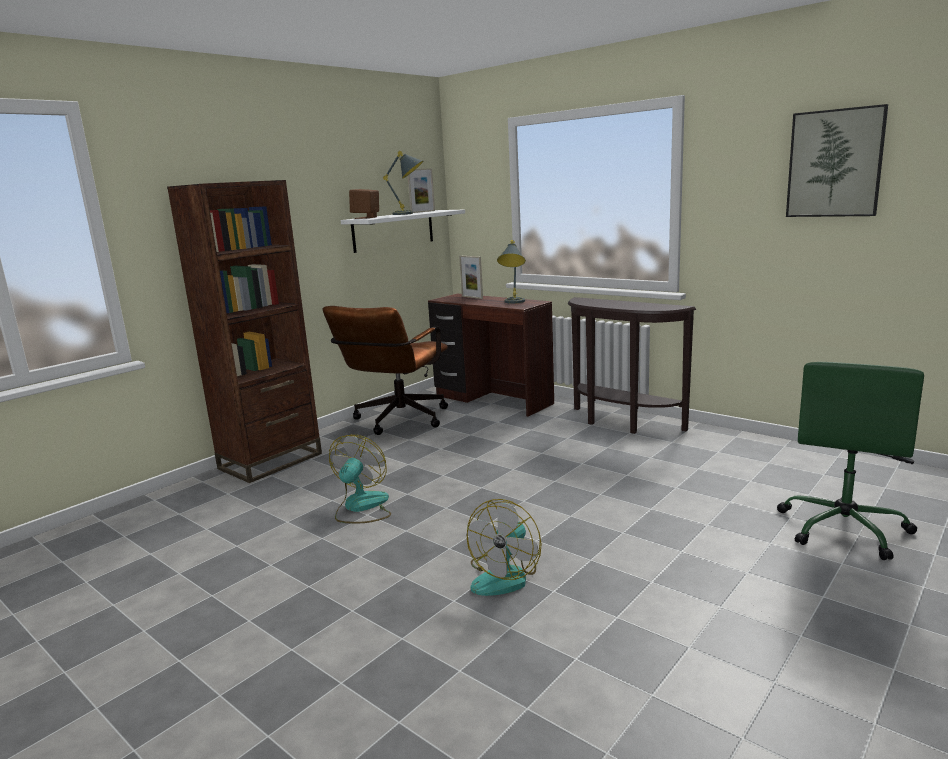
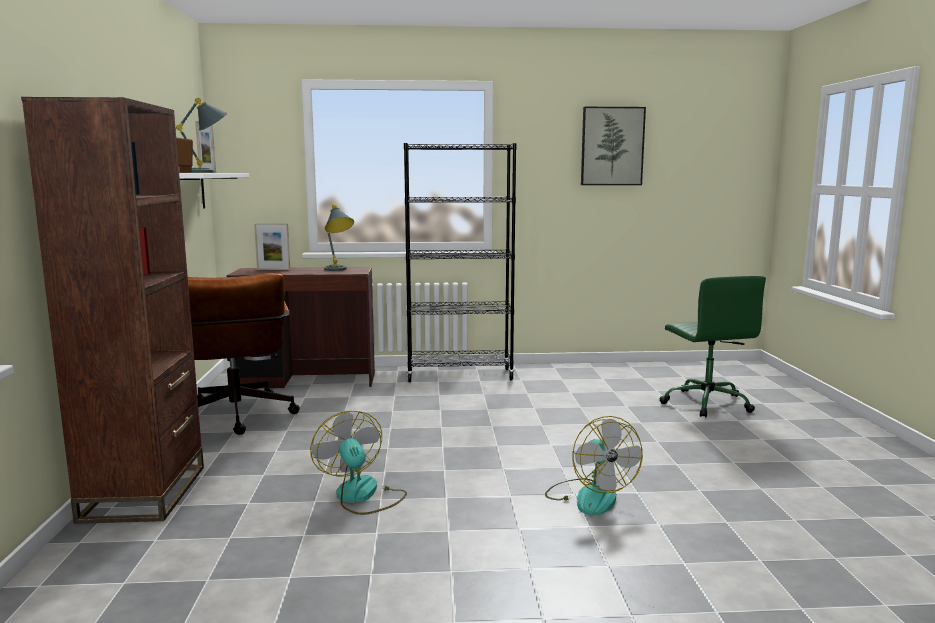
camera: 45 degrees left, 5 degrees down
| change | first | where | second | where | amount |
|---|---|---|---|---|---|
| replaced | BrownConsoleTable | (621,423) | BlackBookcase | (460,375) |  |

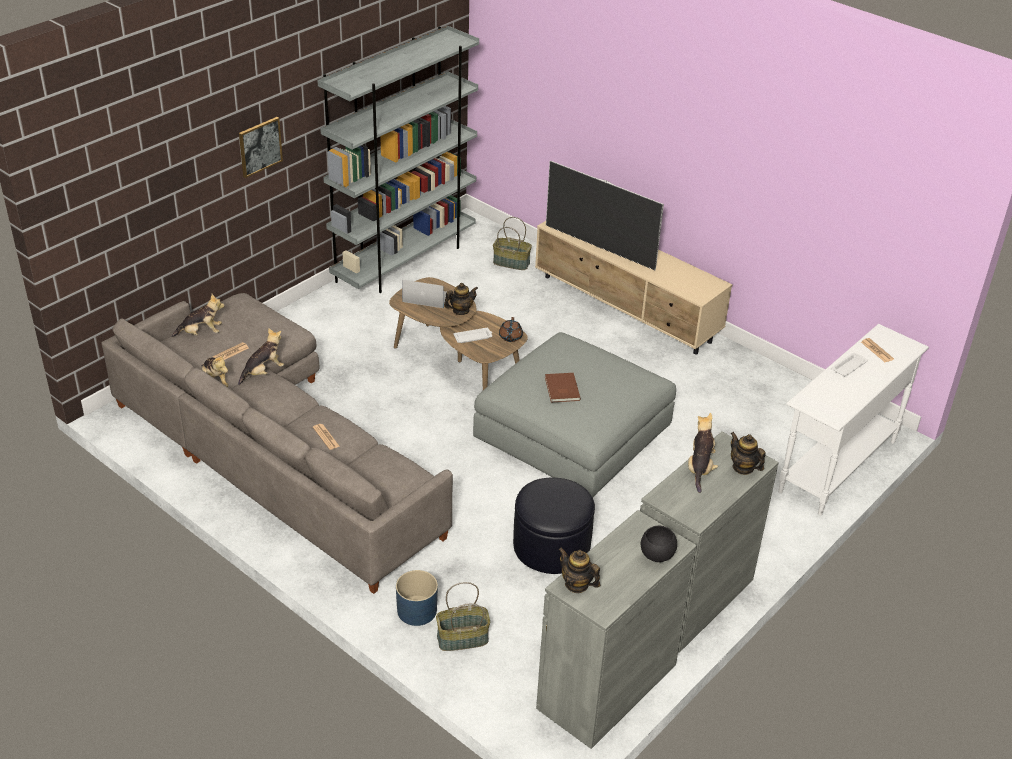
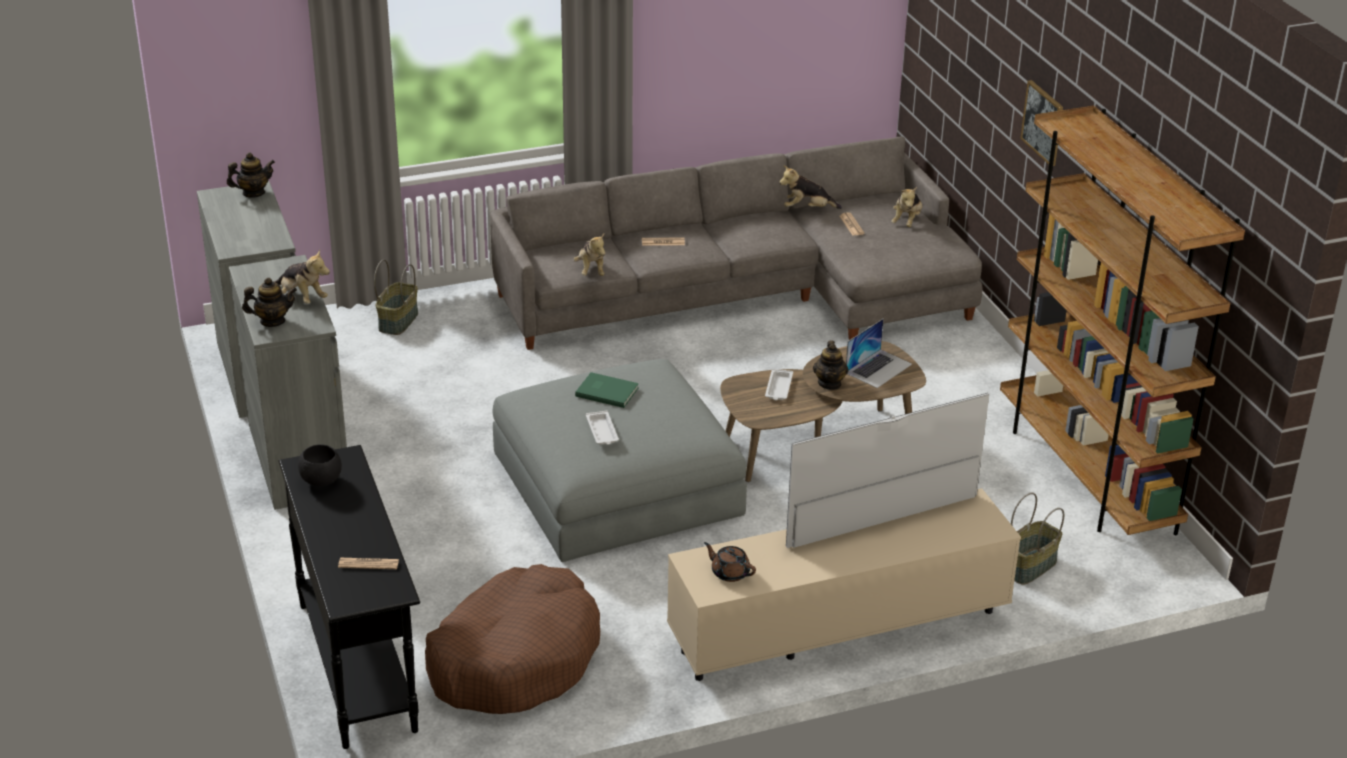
camera: 120 degrees right, 5 degrees down
| change | first | where | second | where | amount |
|---|---|---|---|---|---|
| moved | PlushToy | (263,372) |  | (591,270) |  |
| recoloured | GreyBookcase | (404,261) | BrownBookcase | (1086,474) |  |
| removed | BluePlanter | (416,610) |  |  |  |
| moved | BrownTeapot | (510,337) |  | (729,572) |  |
| removed | BlackOttoman | (551,546) |  |  |  |
| recoloured | BrownBook | (561,389) | GreenBook | (606,391) |  |
| moved | BlackBowl | (656,555) |  | (321,480) |  |
| recoloured | WhiteConsoleTable | (837,466) | BlackConsoleTable | (357,666) |  |
| moved | WhiteTray | (849,366) |  | (602,432) |  |
| added |  |  | BrownDogBed | (515,659) |  |

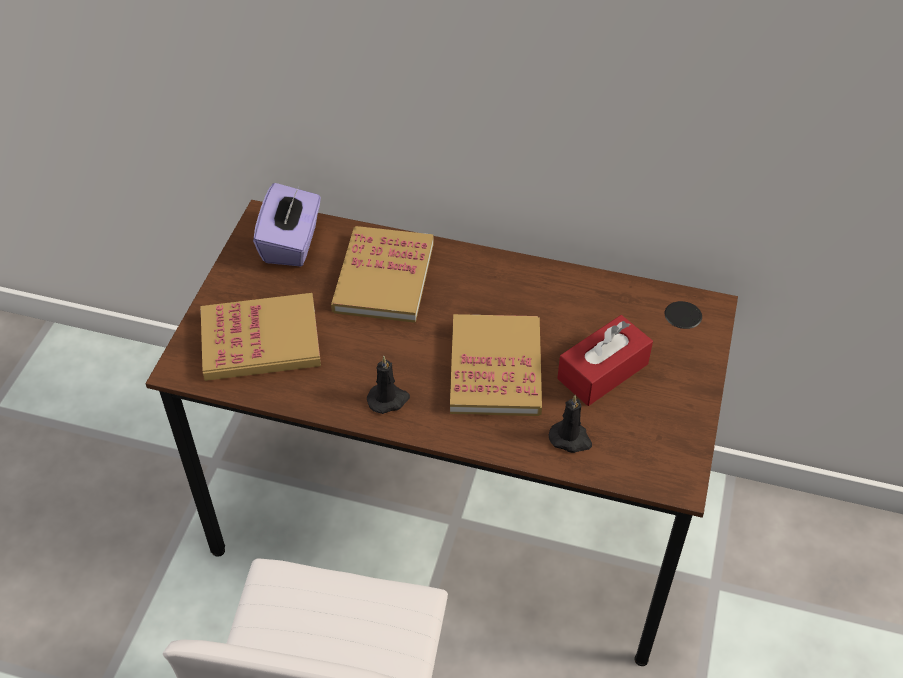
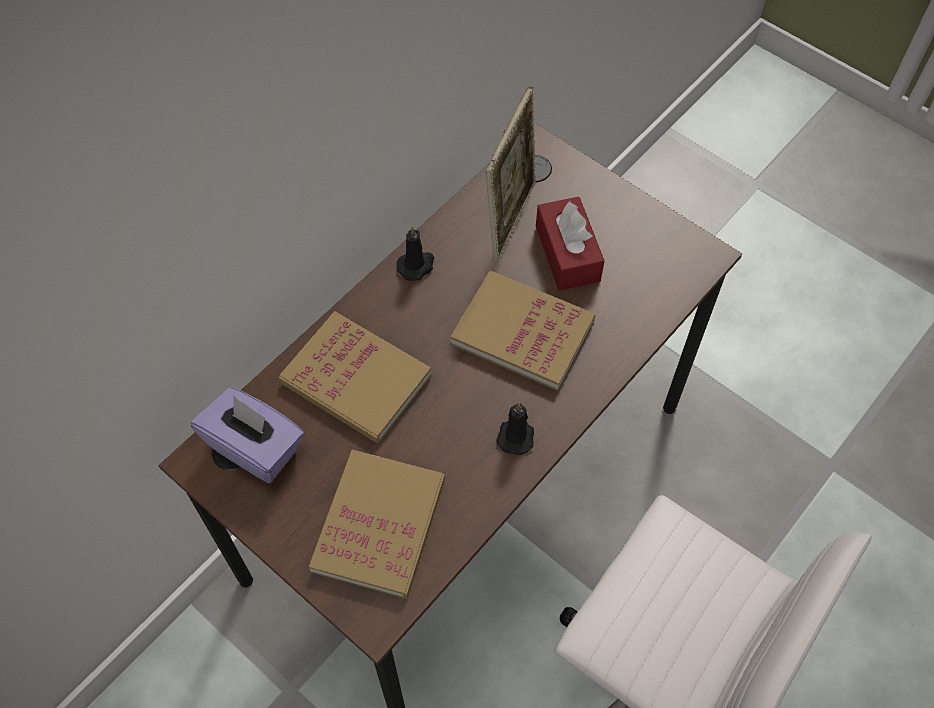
camera: 65 degrees left, 10 degrees up
| change | first | where | second | where | amount |
|---|---|---|---|---|---|
| moved | BlackCandle | (571,439) |  | (416,265) |  |
| added |  |  | PictureFrame | (510,218) |  |

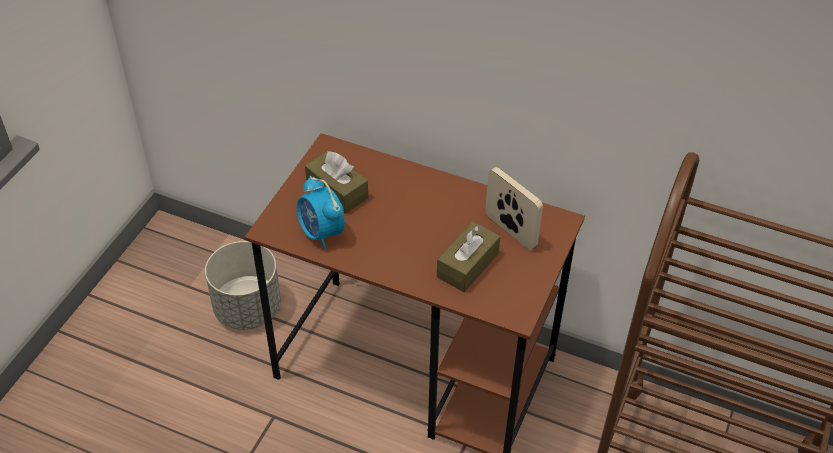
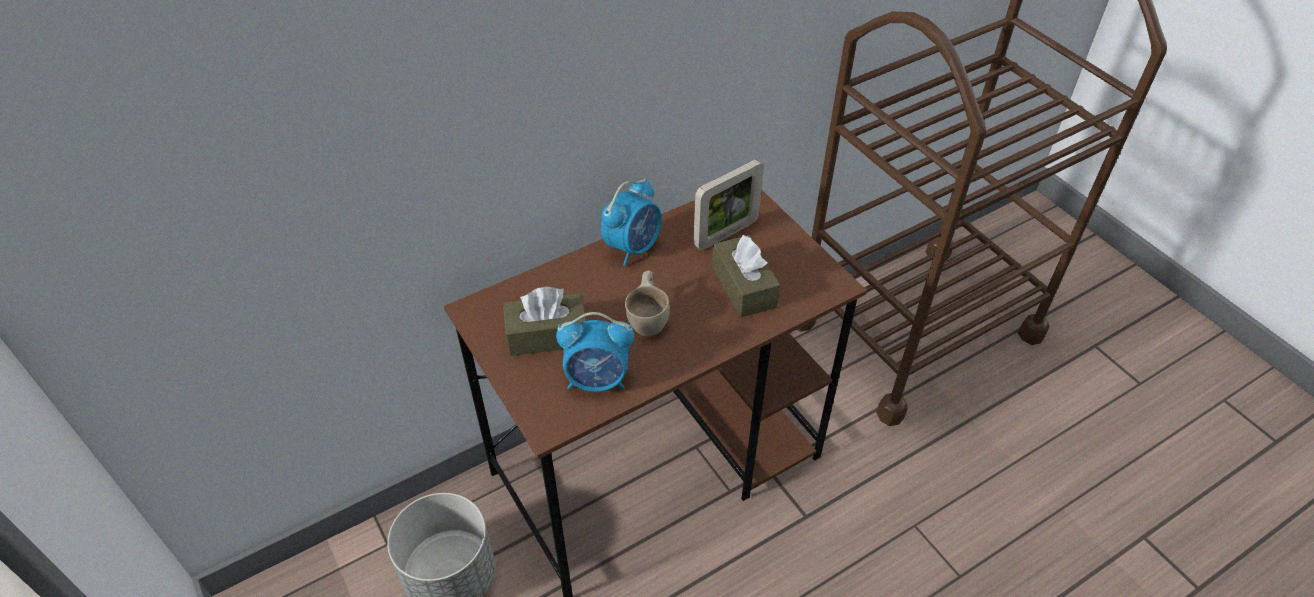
camera: 55 degrees left, 0 degrees up
| change | first | where | second | where | amount |
|---|---|---|---|---|---|
| turned | PictureFrame | (510,231) |  | (726,234) | 150 degrees clockwise |
| added |  |  | AlarmClock | (633,247) |  |
| added |  |  | BeigeCup | (649,317) |  |

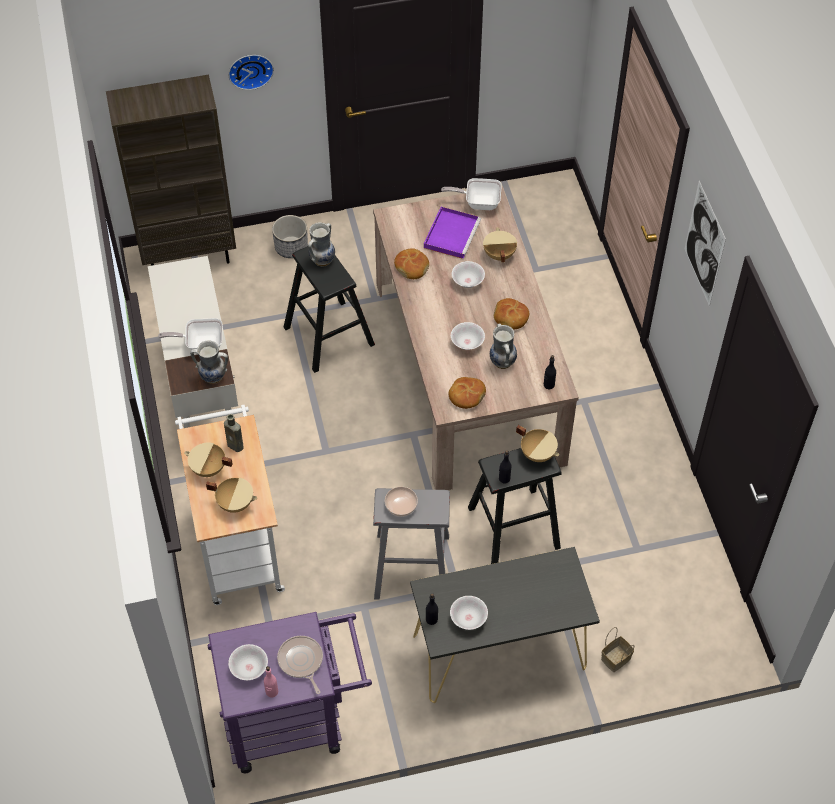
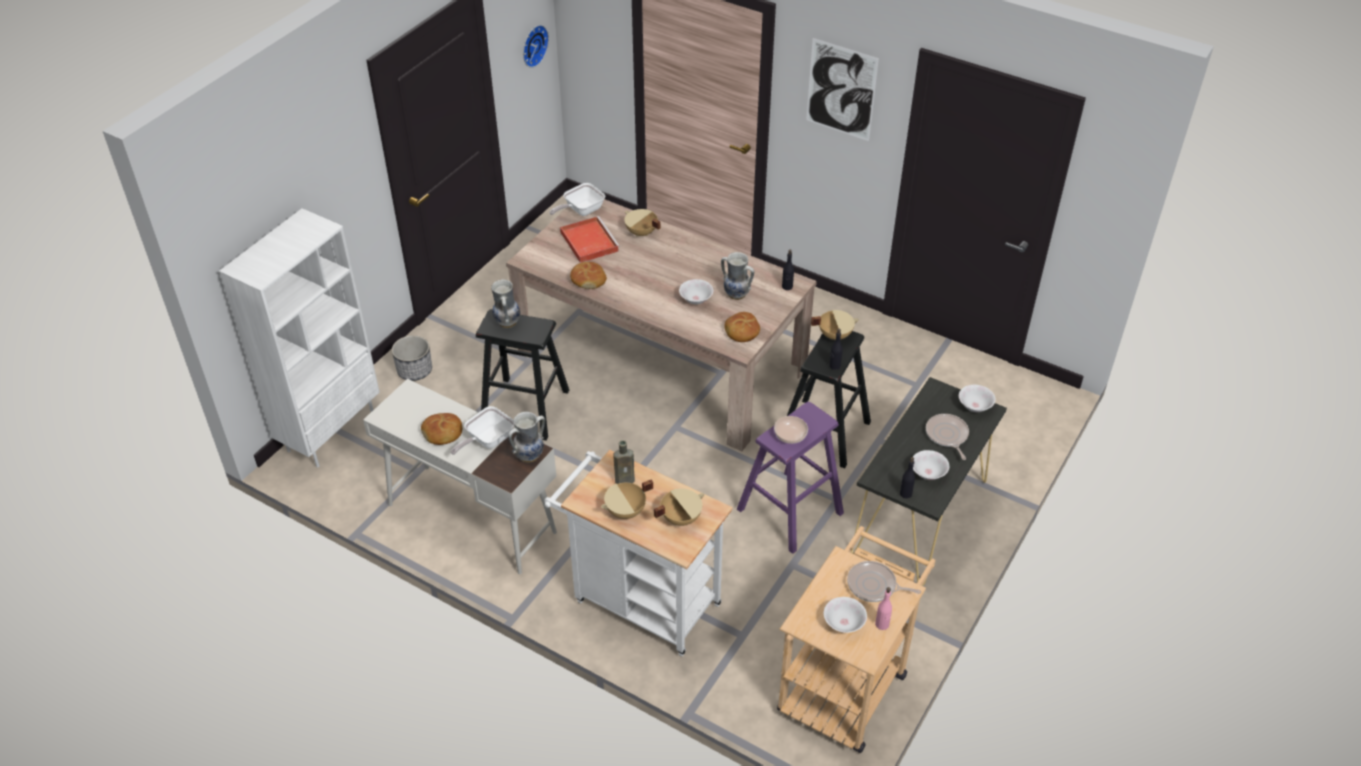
camera: 45 degrees left, 10 degrees down
| change | first | where | second | where | amount |
|---|---|---|---|---|---|
| recoloured | BrownBookcase | (189,255) | WhiteBookcase | (331,431) |  |
| recoloured | PurpleCart | (294,721) | BeigeCart | (847,683) |  |
| moved | WallClock | (250,69) |  | (533,45) |  |
| recoloured | GreyStool | (411,566) | PurpleStool | (789,511) |  |
| recoloured | PurpleTray | (452,233) | RedTray | (588,241) |  |
| moved | WhiteBowl | (467,281) |  | (974,406) |  |
| moved | Bread | (510,318) |  | (443,433) |  |
| removed | Basket | (615,660) |  |  |  |
| added |  |  | FryingPan | (947,435) |  |

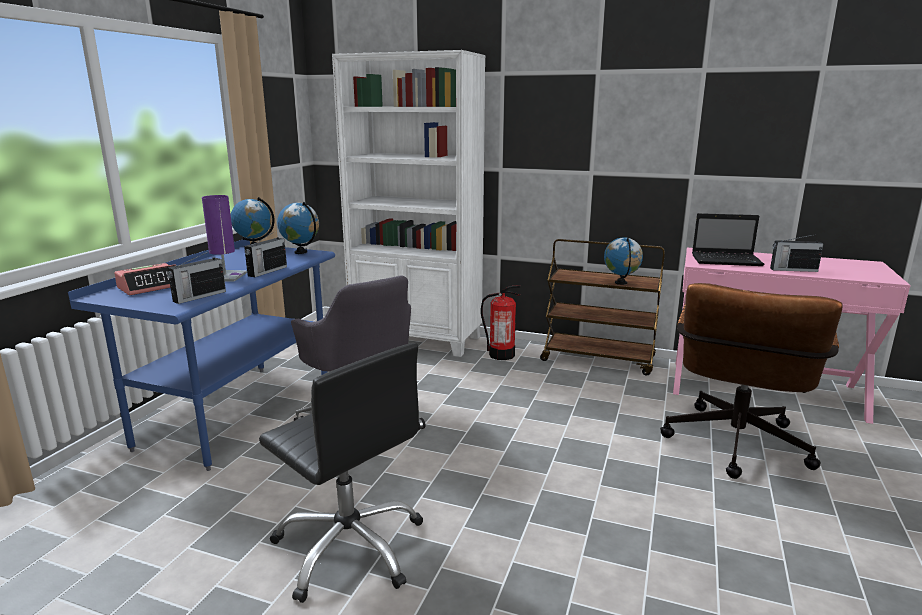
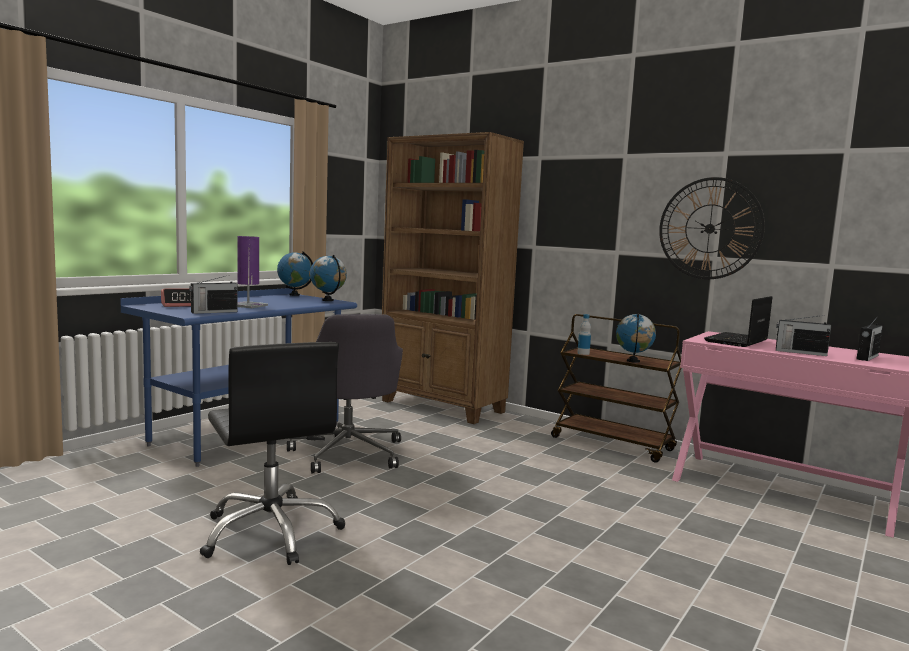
camera: 15 degrees right, 10 degrees down
| change | first | where | second | where | amount |
|---|---|---|---|---|---|
| moved | Radio | (267,271) |  | (867,357) |  |
| recoloured | WhiteBookcase | (417,339) | BrownBookcase | (442,407) |  |
| removed | FireExtinguisher | (501,355) |  |  |  |
| removed | BrownOfficeChair | (734,449) |  |  |  |
| turned | Laptop | (727,260) |  | (736,341) | 105 degrees clockwise |
| added |  |  | Bottle | (583,353) |  |
| added |  |  | WallClock | (709,228) |  |

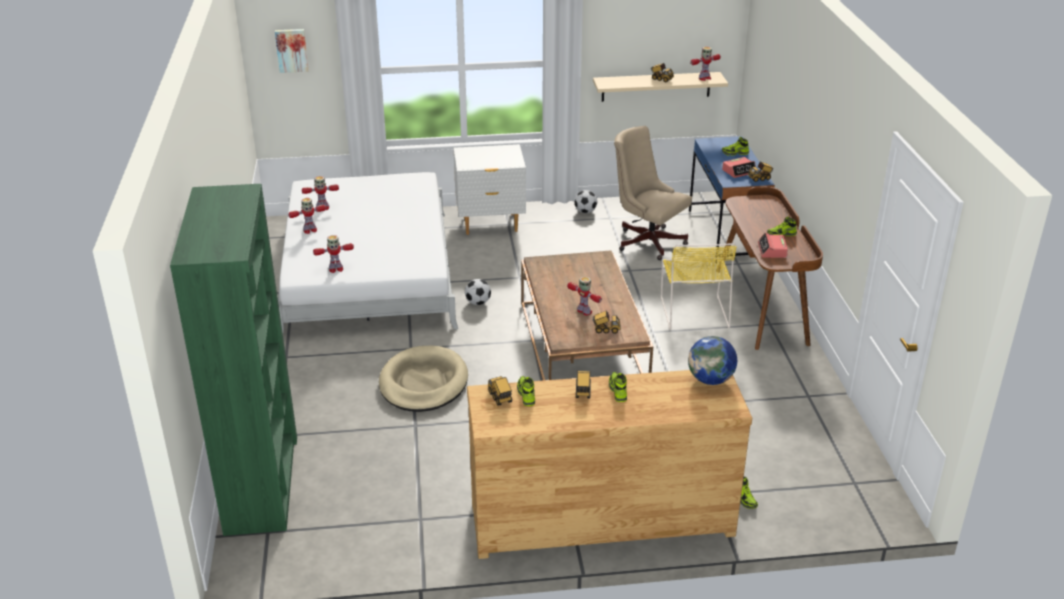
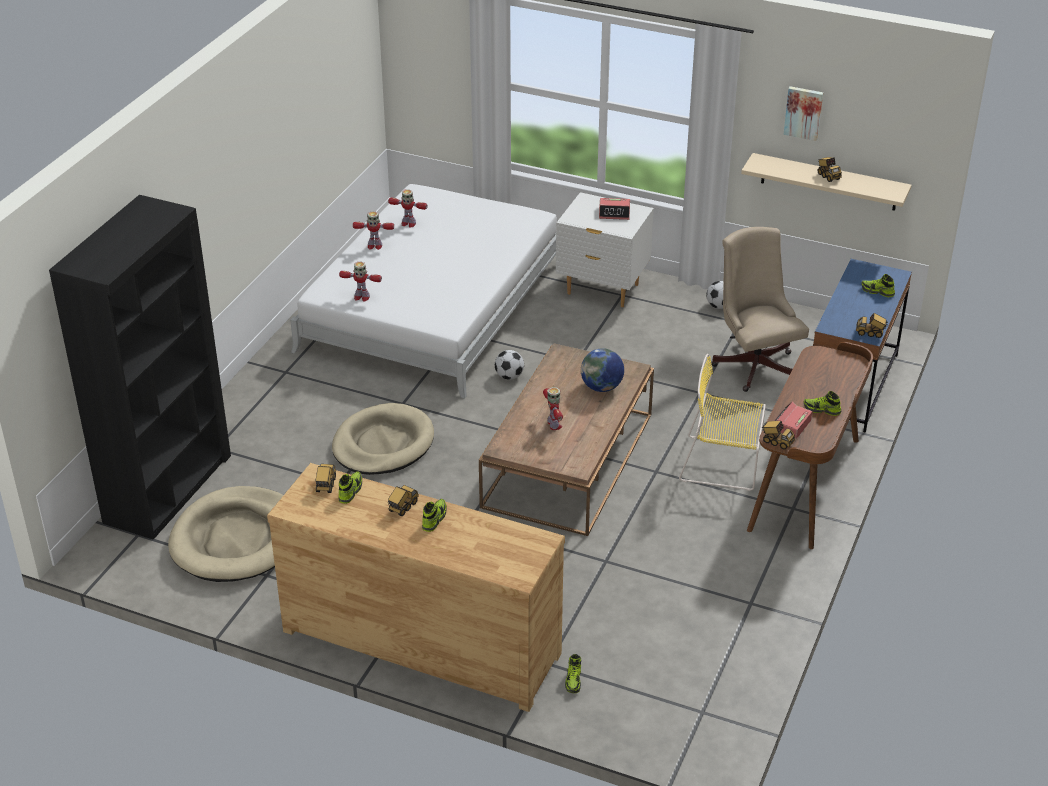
camera: 30 degrees right, 5 degrees up
| change | first | where | second | where | amount |
|---|---|---|---|---|---|
| recoloured | GreenBookcase | (262,483) | BlackBookcase | (168,488) |  |
| moved | Picture | (291,50) |  | (803,112) |  |
| moved | ToyTruck | (606,330) |  | (776,442) |  |
| turned | YellowChair | (694,311) |  | (723,463) | 75 degrees clockwise |
| moved | Globe | (710,380) |  | (601,387) |  |
| removed | ToyRobot | (704,78) |  |  |  |
| moved | AlarmClock | (739,171) |  | (614,213) |  |
| added |  |  | BeigeDogBed | (236,539) |  |

